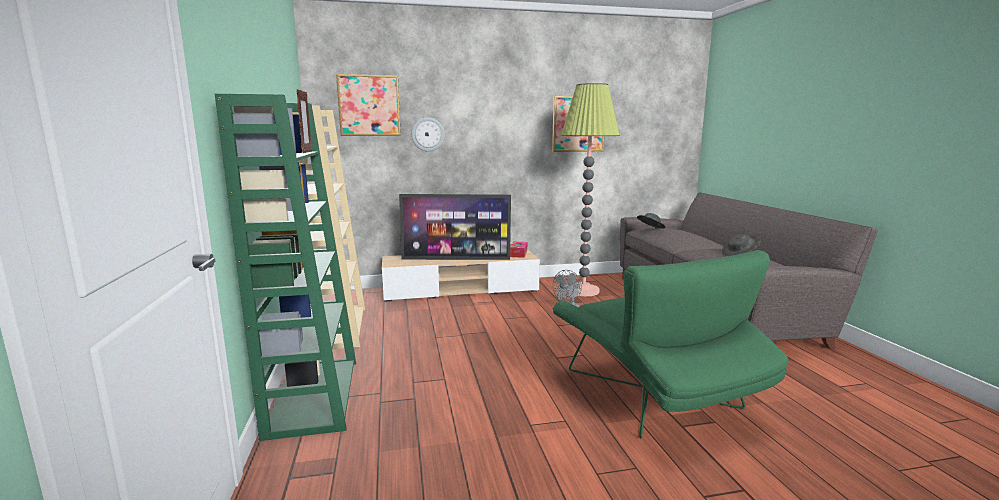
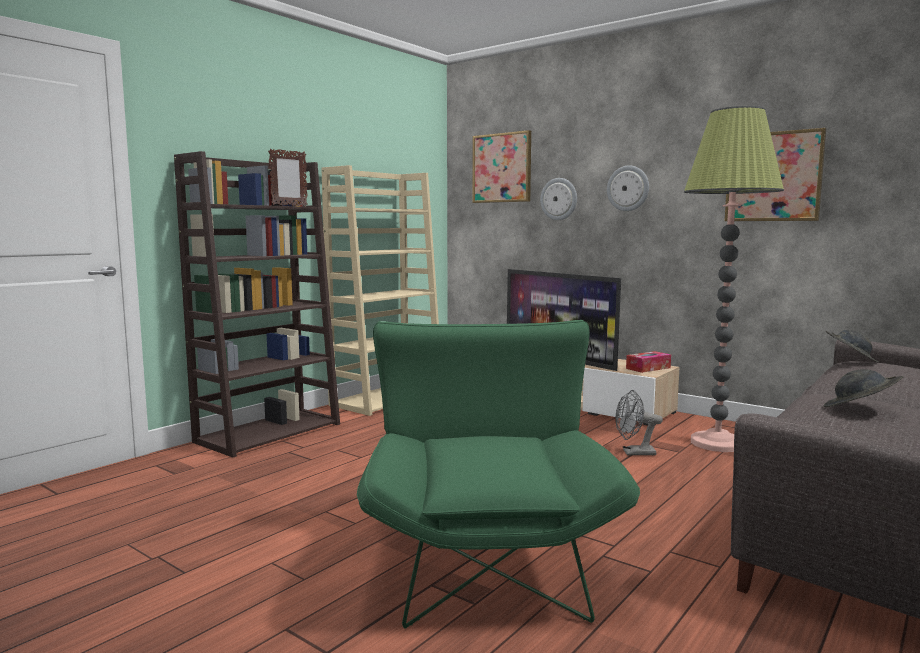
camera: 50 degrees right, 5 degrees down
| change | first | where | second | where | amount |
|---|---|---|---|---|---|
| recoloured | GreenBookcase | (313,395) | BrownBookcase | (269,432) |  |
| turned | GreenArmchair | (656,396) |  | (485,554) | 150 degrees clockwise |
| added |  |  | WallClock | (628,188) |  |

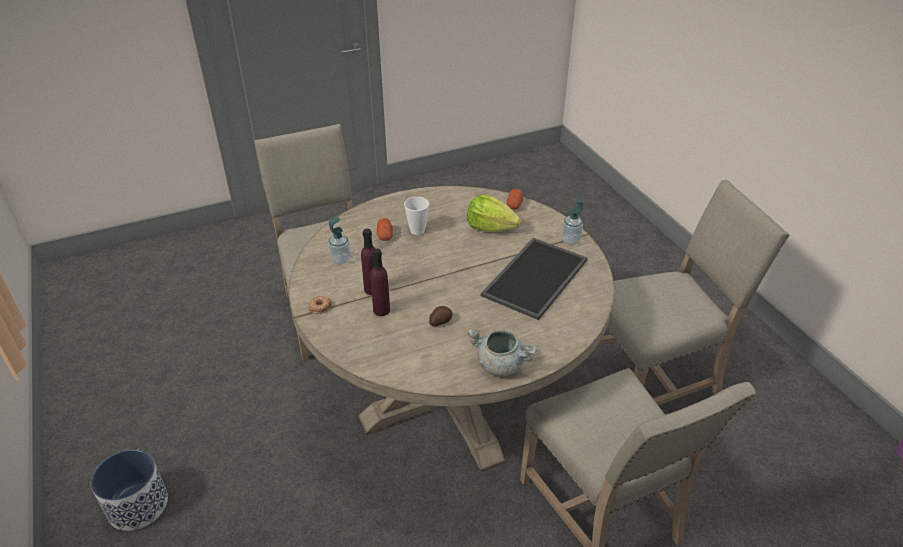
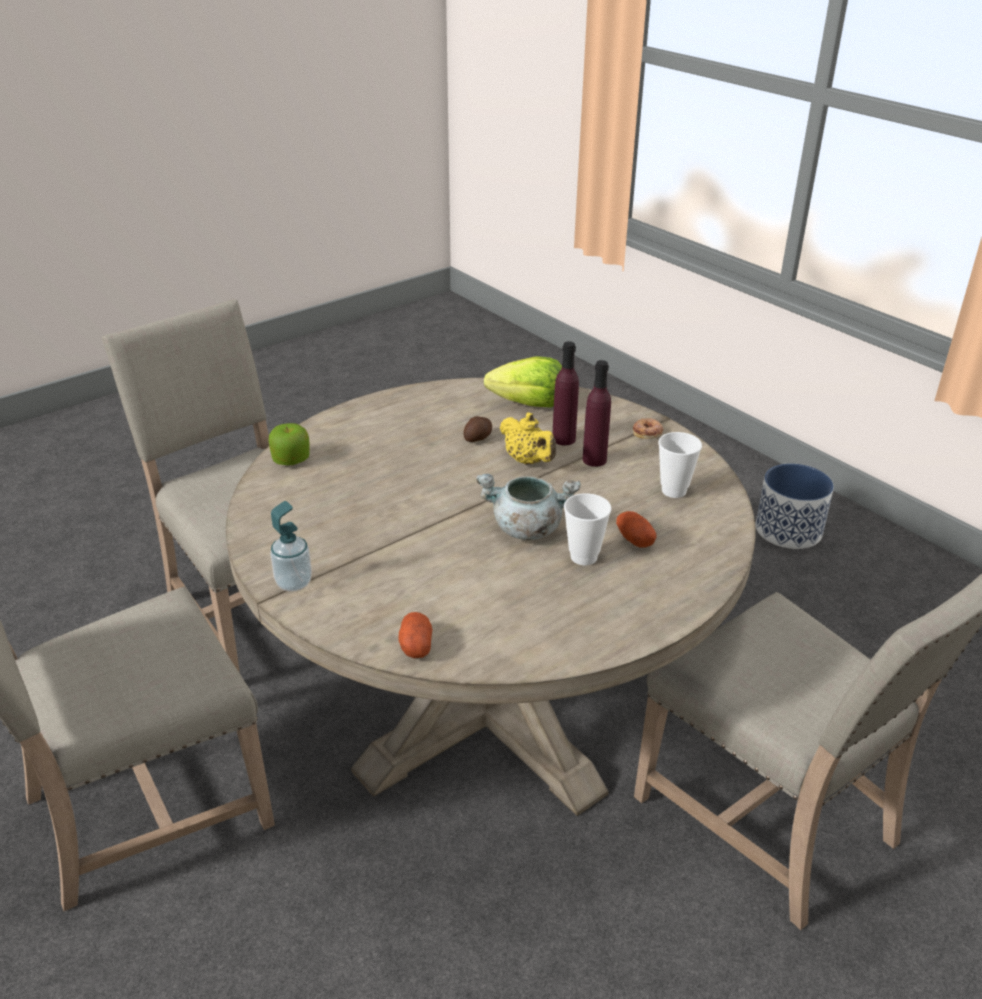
camera: 165 degrees right, 5 degrees down
| change | first | where | second | where | amount |
|---|---|---|---|---|---|
| replaced | SoapDispenser | (340,260) | Cup | (674,491) |  |
| moved | Lettuce | (490,227) |  | (529,404) |  |
| moved | GreyCookingPot | (500,365) |  | (526,529) |  |
| removed | Tray | (534,276) |  |  |  |
| added |  |  | Apple | (291,460) |  |
| added |  |  | YellowTeapot | (528,461) |  |

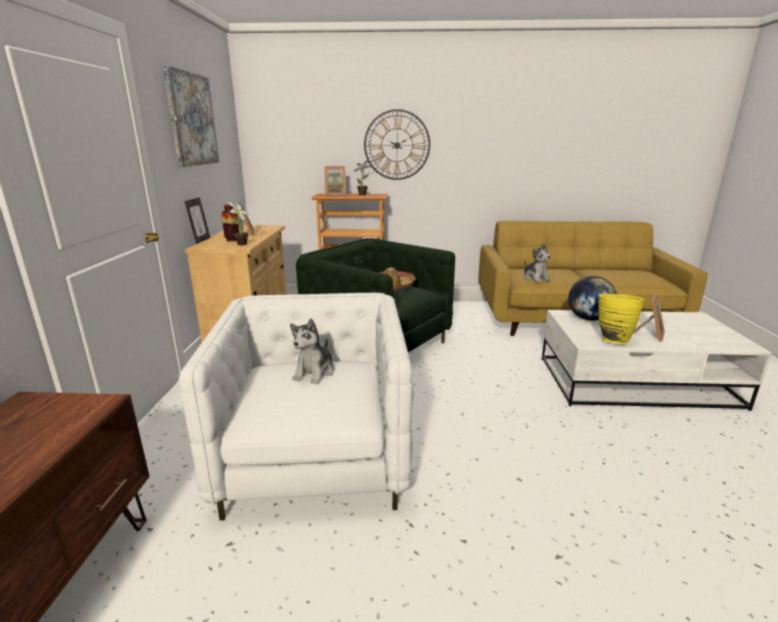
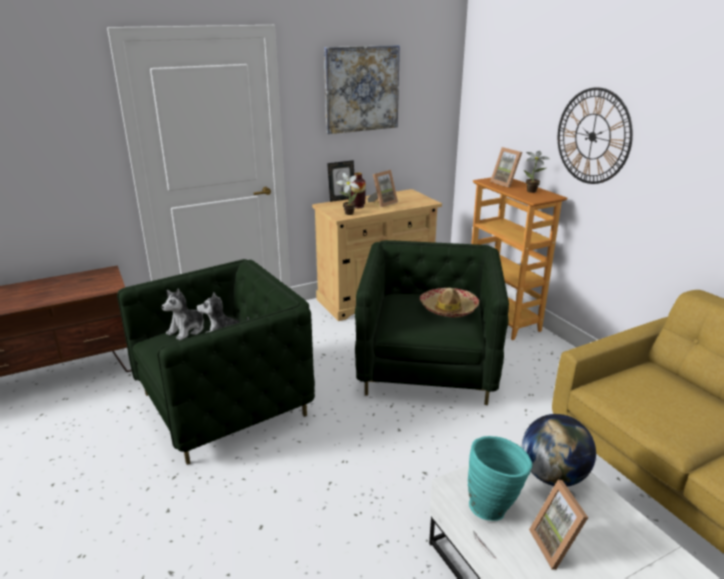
camera: 60 degrees right, 5 degrees up
| change | first | where | second | where | amount |
|---|---|---|---|---|---|
| recoloured | WhiteArmchair | (316,458) | GreenArmchair | (224,404) |  |
| moved | PlushToy | (535,278) |  | (187,330) |  |
| recoloured | YellowVase | (612,339) | TurquoiseVase | (494,507) |  |
| turned | PictureFrame | (649,334) |  | (558,546) | 75 degrees clockwise |

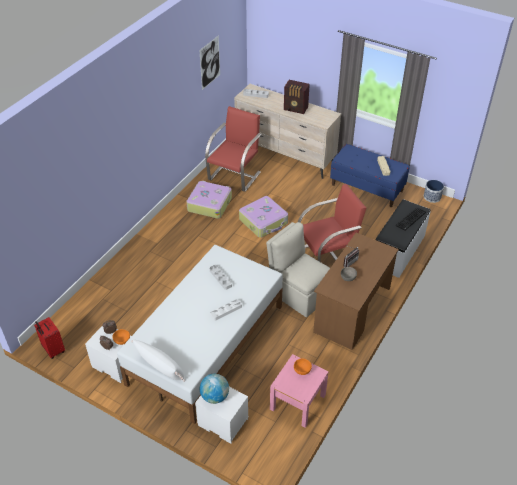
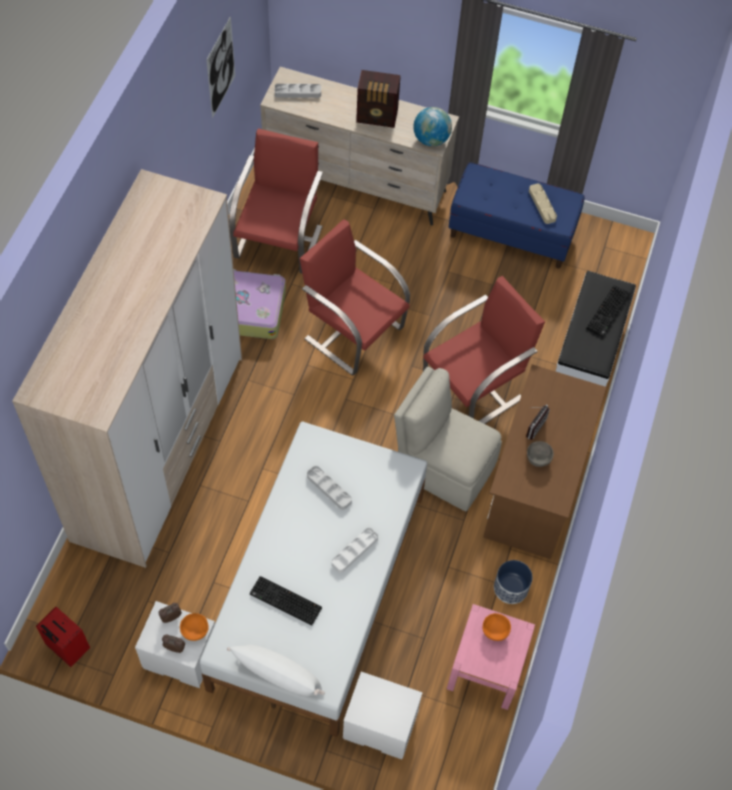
camera: 15 degrees left, 15 degrees up
| change | first | where | second | where | amount |
|---|---|---|---|---|---|
| moved | Globe | (215,396) |  | (431,139) |  |
| replaced | Suitcase | (264,221) | RedArmchair | (353,332) |  |
| moved | Planter | (432,197) |  | (511,588) |  |
| added |  |  | Wardrobe | (160,446) |  |
| added |  |  | Keyboard | (284,602) |  |

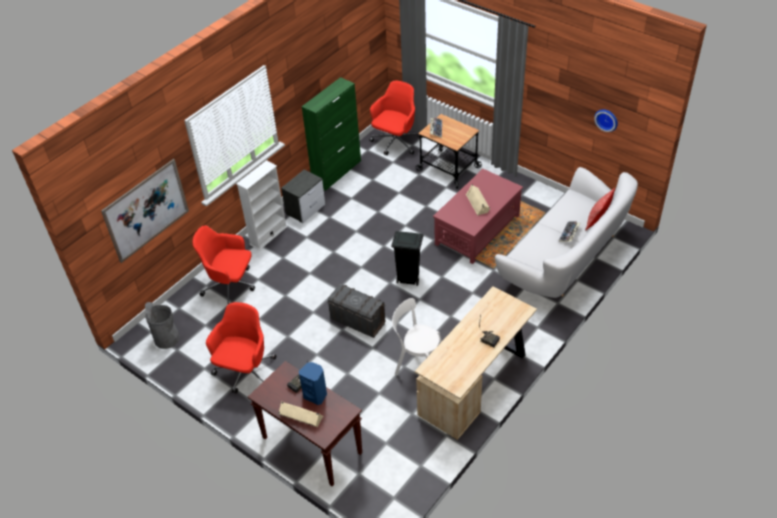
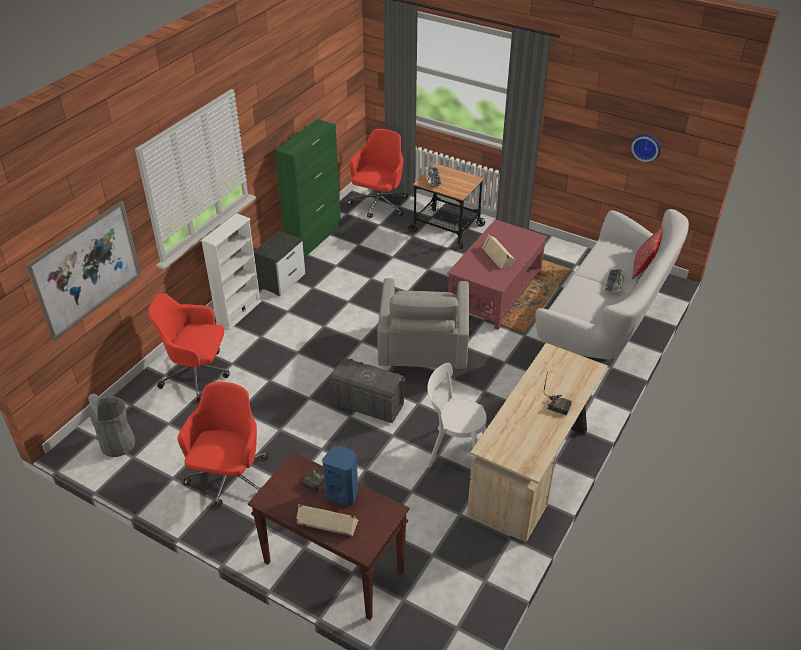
camera: 10 degrees left, 5 degrees down
| change | first | where | second | where | amount |
|---|---|---|---|---|---|
| replaced | BlackTrashCan | (408,279) | GreyArmchair | (422,351) |  |

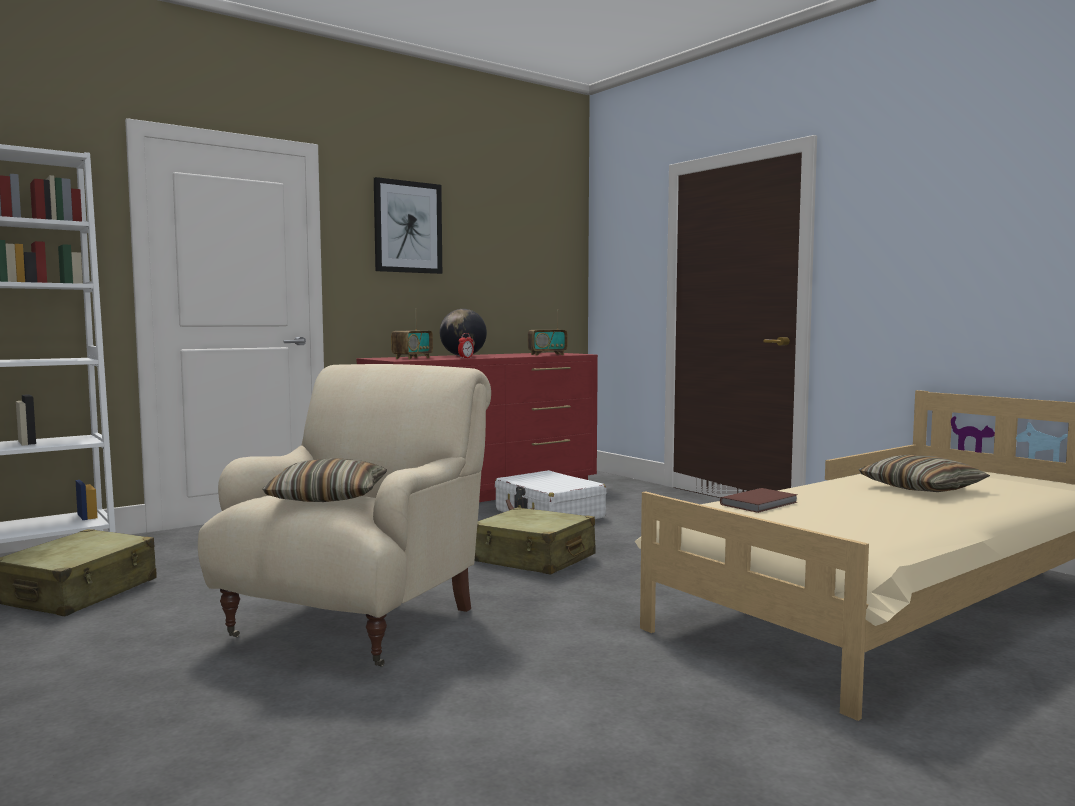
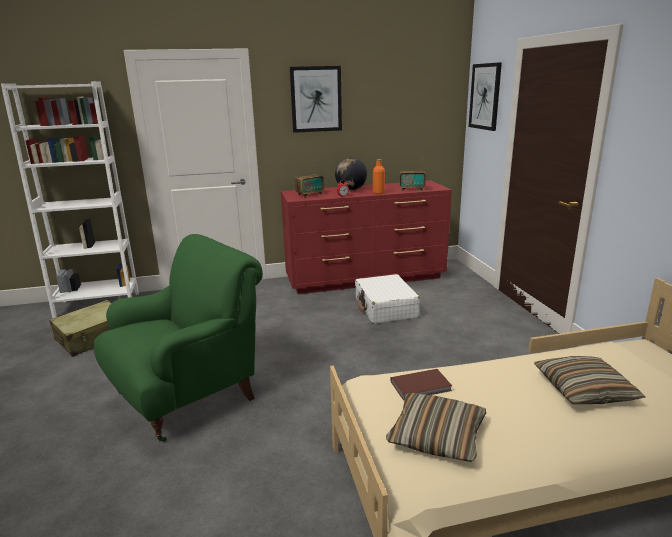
camera: 25 degrees right, 15 degrees up
| change | first | where | second | where | amount |
|---|---|---|---|---|---|
| recoloured | BeigeArmchair | (358,621) | GreenArmchair | (188,395) |  |
| moved | Pillow | (328,497) |  | (436,436) |  |
| removed | BeigeSuitcase | (534,559) |  |  |  |
| added |  |  | OrangeBottle | (378,193) |  |
| added |  |  | Picture | (485,96) |  |

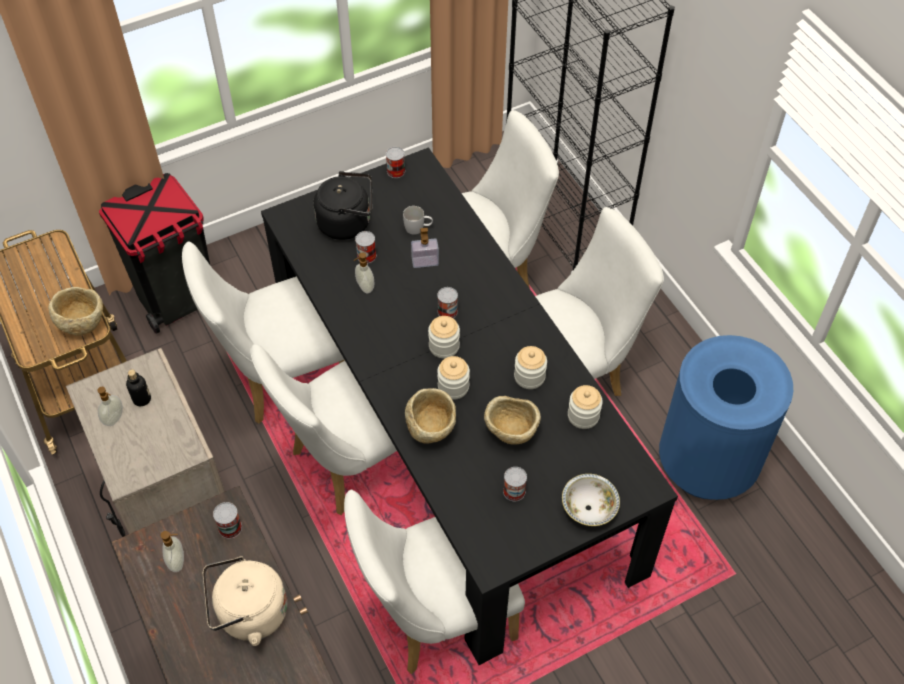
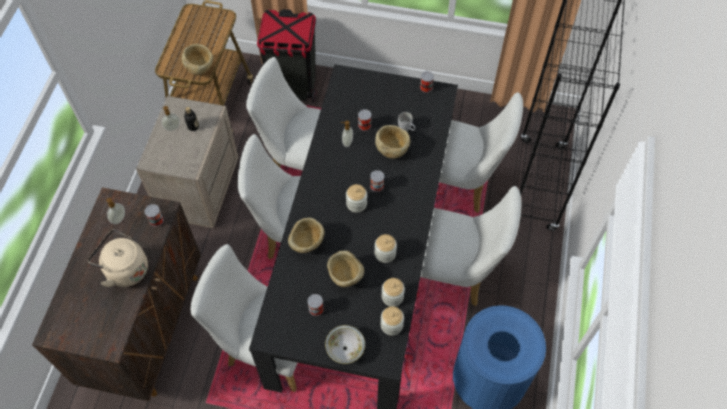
camera: 40 degrees right, 5 degrees up
| change | first | where | second | where | amount |
|---|---|---|---|---|---|
| removed | BlackKettle | (348,222) |  |  |  |
| replaced | SoapDispenser | (425,261) | BeigeBowl | (392,149) |  |
| moved | Jar | (453,387) |  | (391,325) |  |

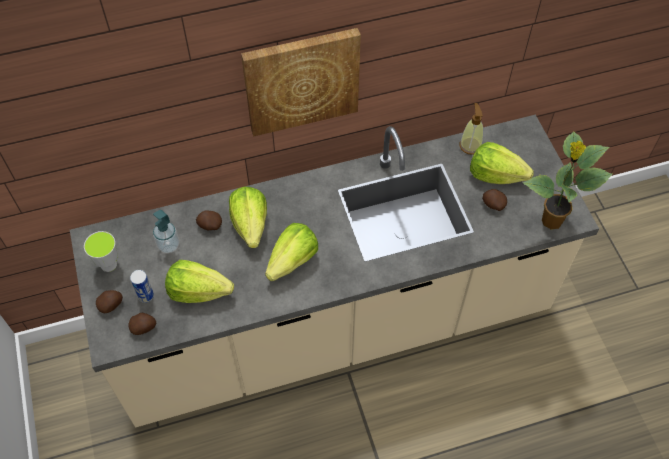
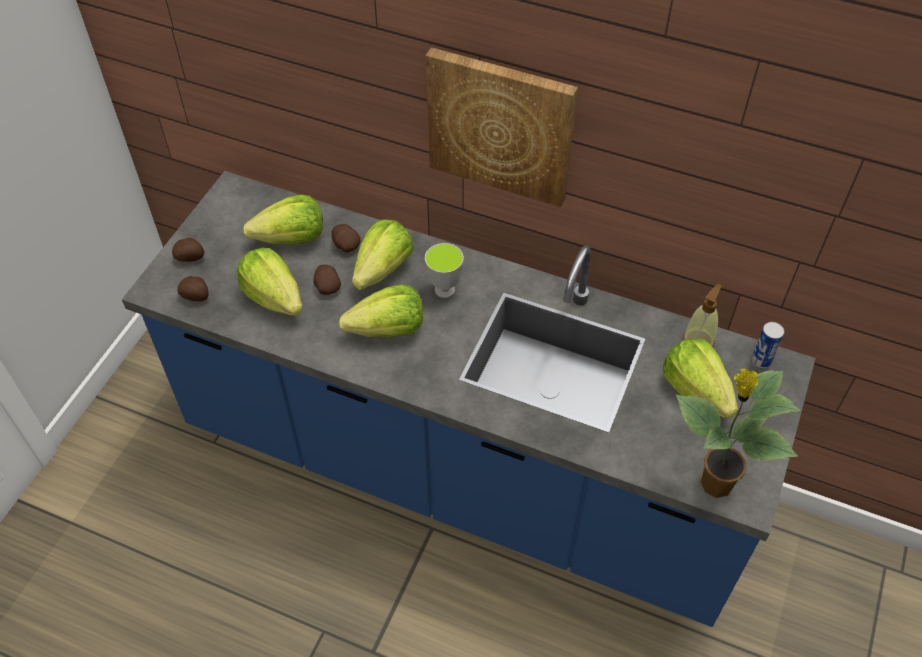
camera: 40 degrees right, 5 degrees down
| change | first | where | second | where | amount |
|---|---|---|---|---|---|
| recoloured | BeigeCounter | (334,326) | BlueCounter | (460,472) |  |
| moved | Cup | (108,264) |  | (444,290) |  |
| moved | Can | (146,296) |  | (760,361) |  |
| replaced | SoapDispenser | (168,245) | Lettuce | (291,239) |  |
| moved | Potato | (493,204) |  | (327,286) |  |

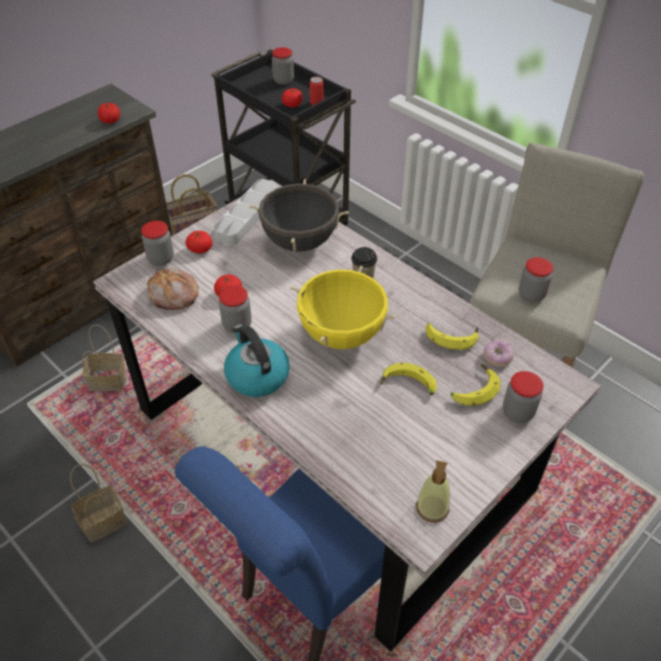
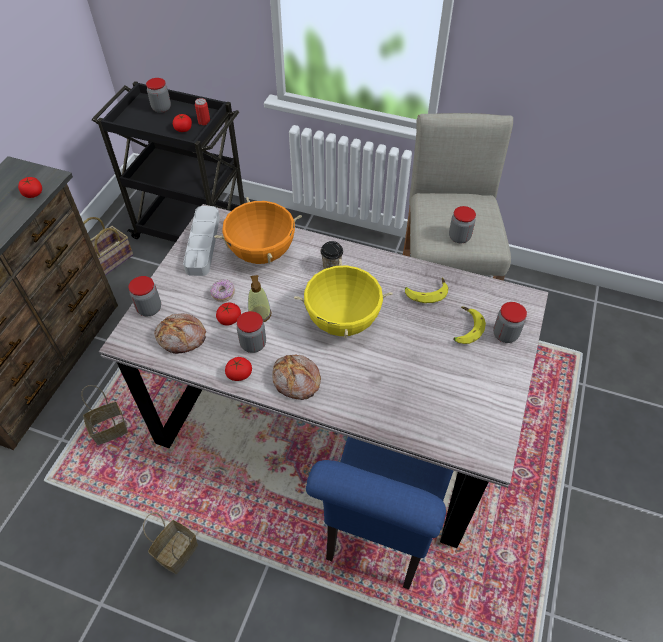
camera: 25 degrees left, 5 degrees up
| change | first | where | second | where | amount |
|---|---|---|---|---|---|
| moved | Tomato | (200,249) |  | (239,374) |  |
| replaced | Kettle | (256,375) | Bread | (296,381) |  |
| recoloured | BlackCookingPot | (300,242) | OrangeCookingPot | (262,253) |  |
| removed | Banana | (408,386) |  |  |  |
| moved | SoapDispenser | (432,508) |  | (259,314) |  |
| moved | Donut | (497,357) |  | (223,294) |  |

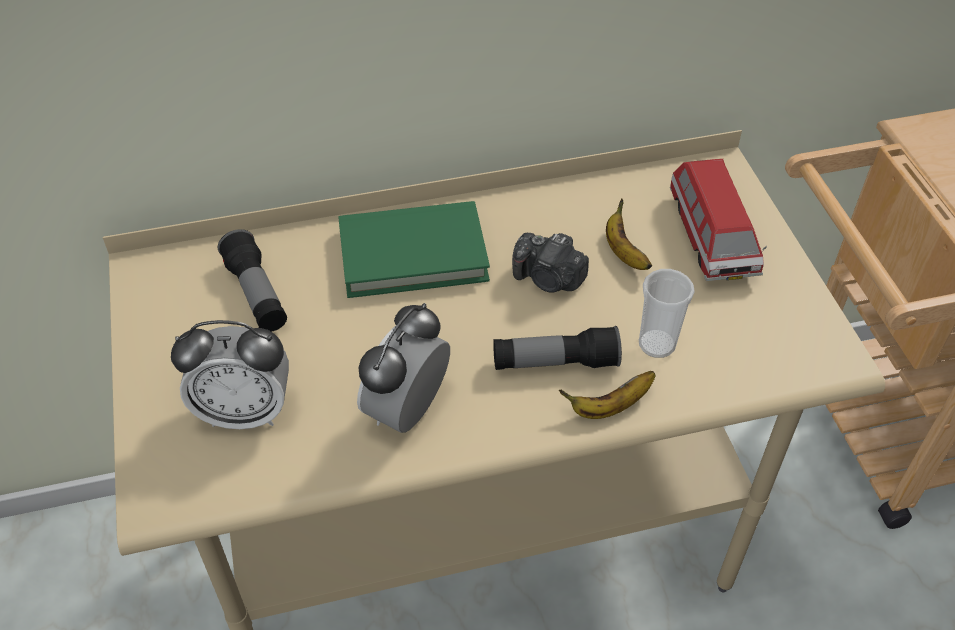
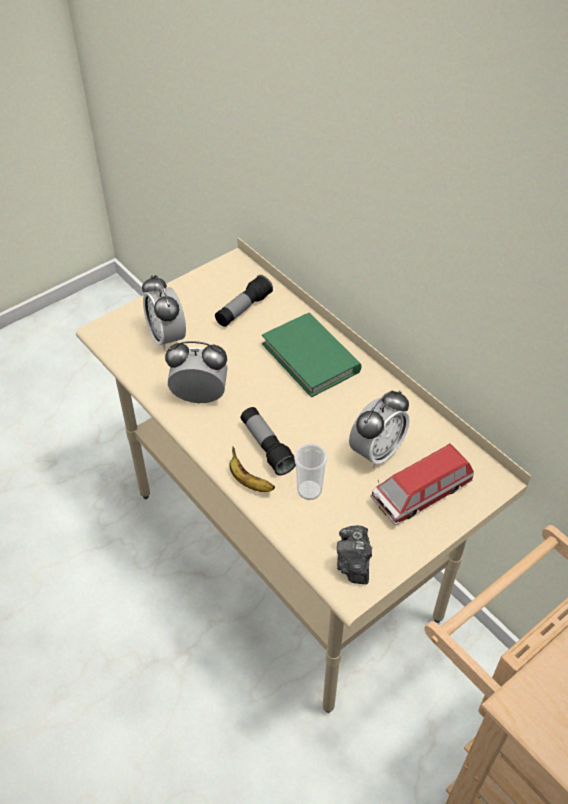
camera: 65 degrees right, 0 degrees up
| change | first | where | second | where | amount |
|---|---|---|---|---|---|
| moved | PhotoCamera | (549,279) |  | (353,563) |  |
| replaced | Banana | (623,252) | AlarmClock | (376,452) |  |

